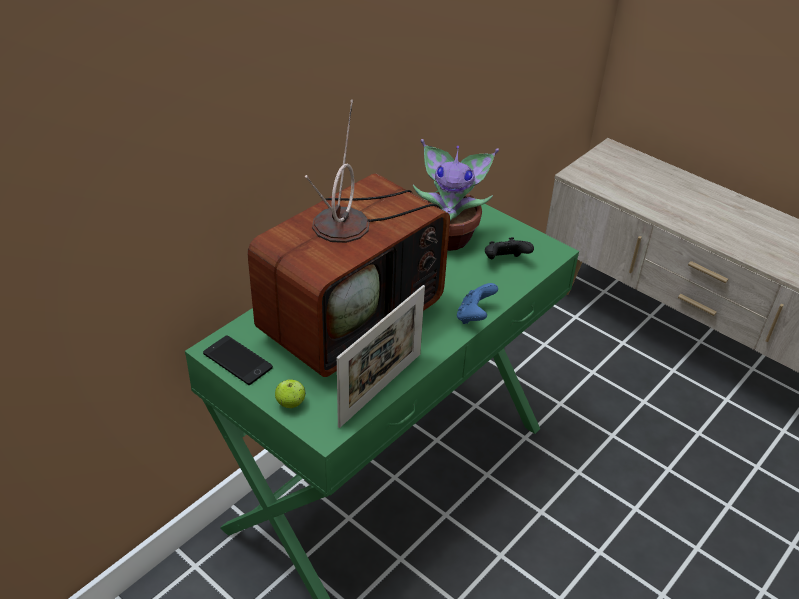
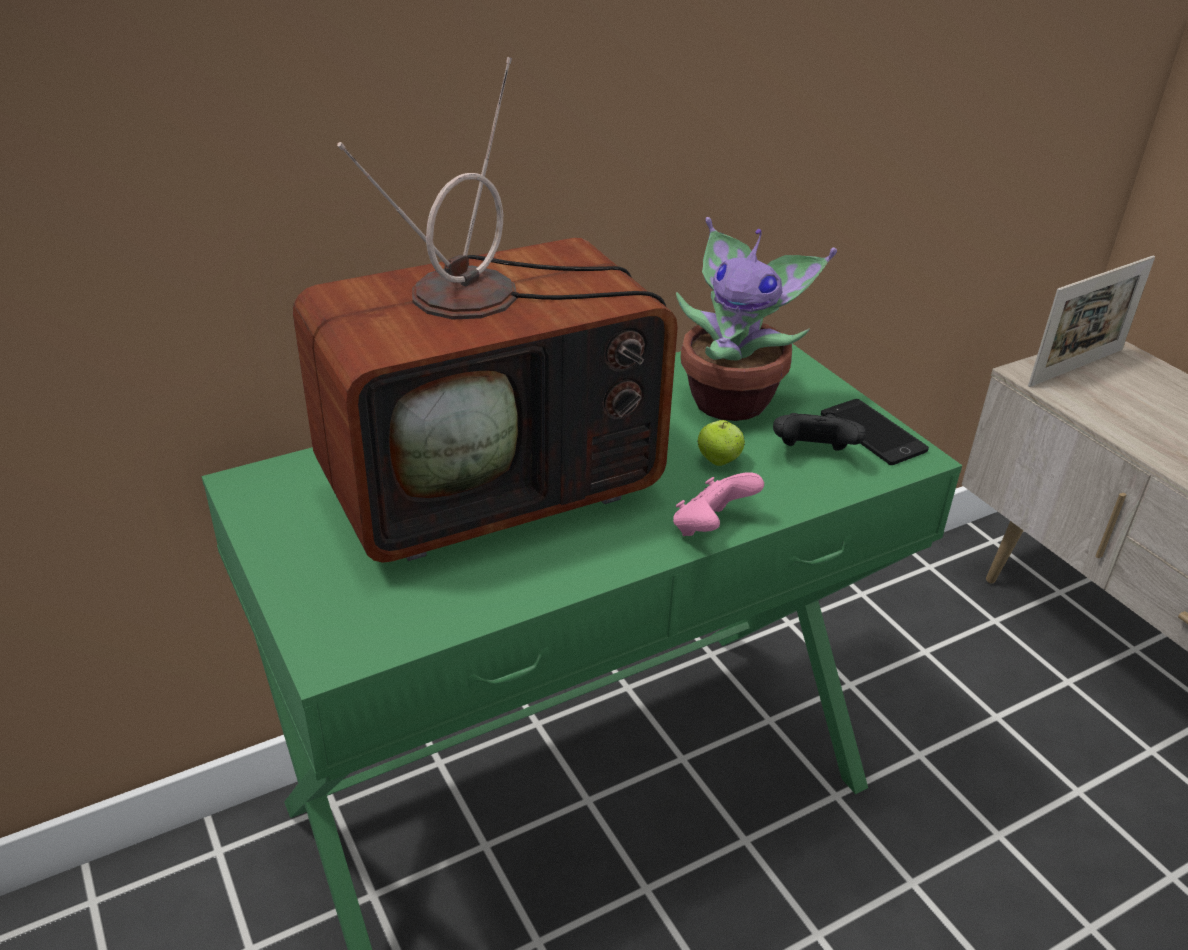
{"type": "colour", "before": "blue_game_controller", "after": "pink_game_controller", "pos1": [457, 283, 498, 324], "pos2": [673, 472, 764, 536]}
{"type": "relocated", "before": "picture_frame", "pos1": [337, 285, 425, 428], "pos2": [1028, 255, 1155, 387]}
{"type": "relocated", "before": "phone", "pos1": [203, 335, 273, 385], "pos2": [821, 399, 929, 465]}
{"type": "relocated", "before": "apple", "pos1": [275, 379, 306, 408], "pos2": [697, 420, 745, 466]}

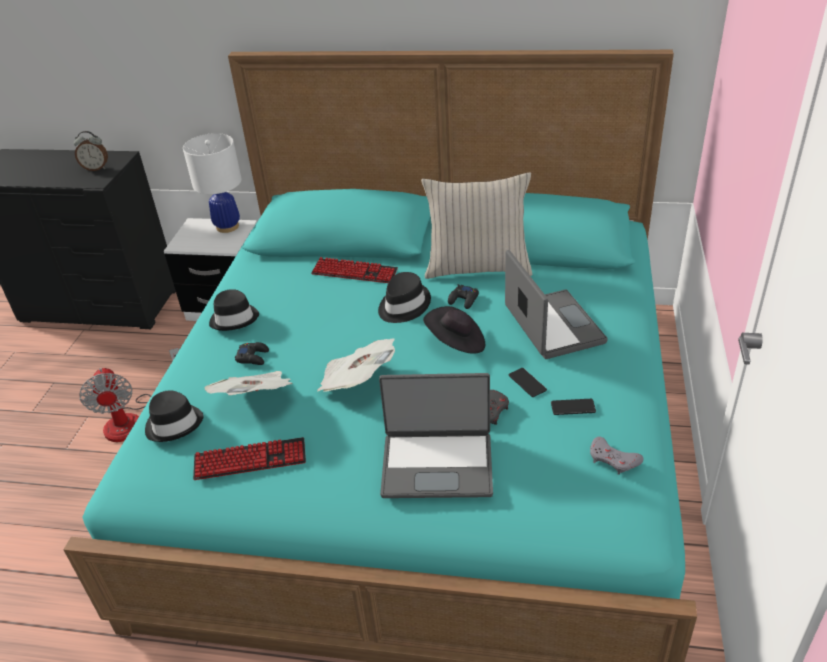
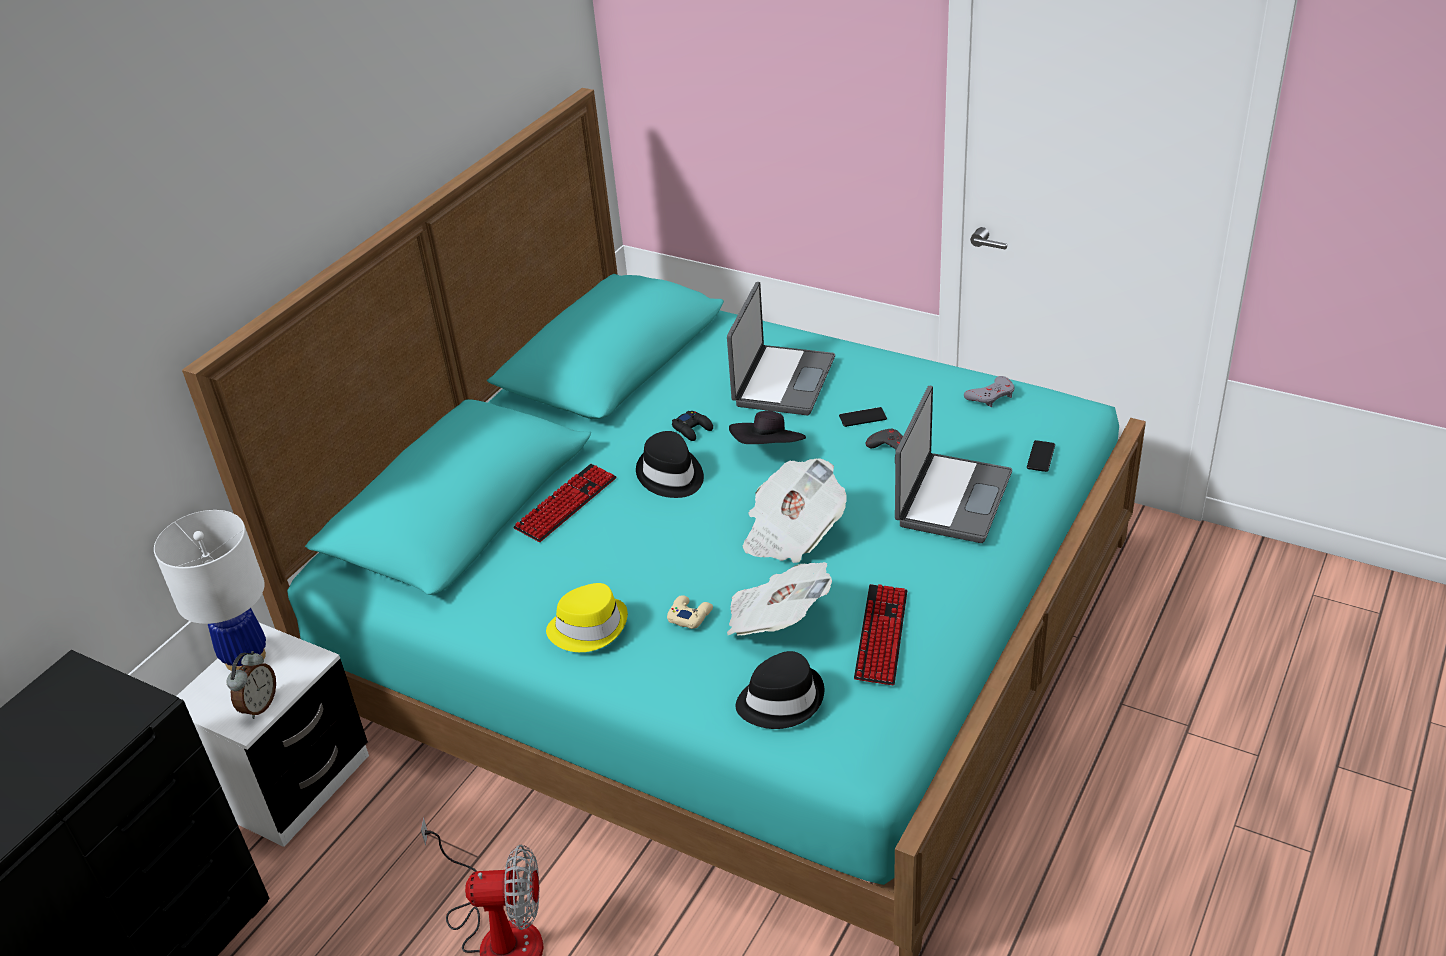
{"type": "relocated", "before": "alarm_clock", "pos1": [74, 131, 108, 171], "pos2": [227, 651, 276, 719]}
{"type": "missing", "before": "beige_pillow", "pos1": [421, 172, 532, 279]}
{"type": "spun", "before": "laptop", "pos1": [505, 250, 608, 359], "pos2": [727, 282, 835, 415], "turn": 105}
{"type": "colour", "before": "black_hat", "after": "yellow_hat", "pos1": [209, 289, 259, 331], "pos2": [546, 583, 628, 652]}
{"type": "colour", "before": "black_game_controller", "after": "beige_game_controller", "pos1": [235, 342, 269, 365], "pos2": [667, 595, 713, 629]}
{"type": "relocated", "before": "phone", "pos1": [551, 399, 596, 415], "pos2": [1027, 440, 1055, 472]}

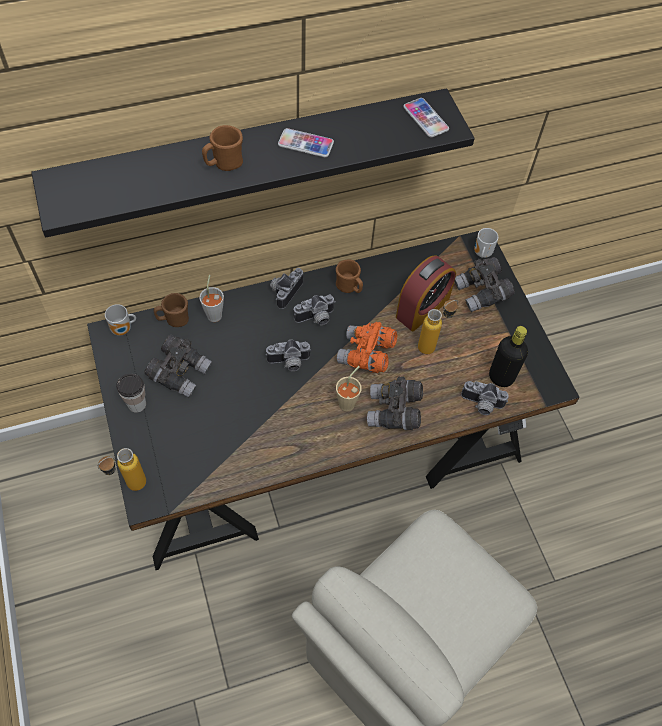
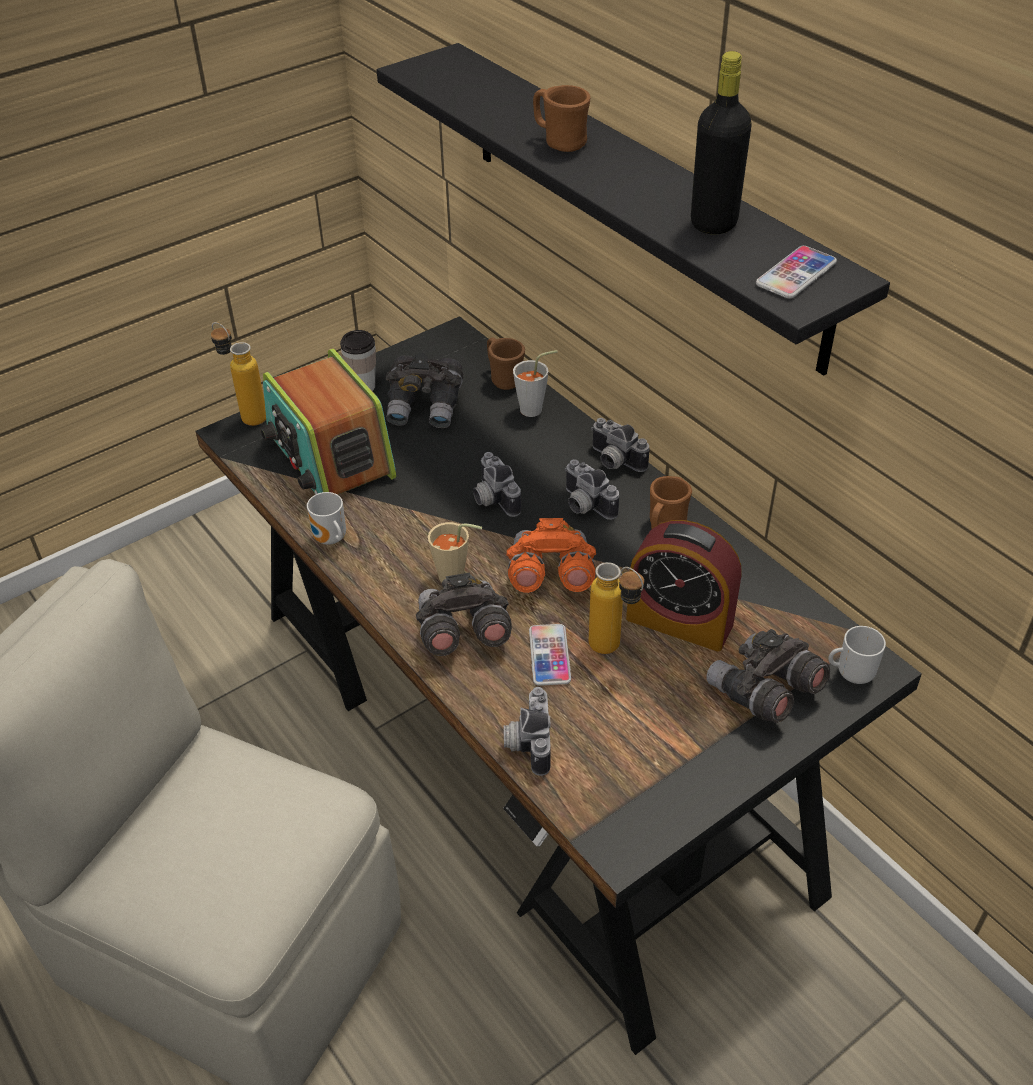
{"type": "relocated", "before": "phone", "pos1": [278, 128, 334, 157], "pos2": [529, 624, 571, 686]}
{"type": "spun", "before": "photo_camera", "pos1": [270, 268, 303, 309], "pos2": [591, 418, 650, 472], "turn": -150}
{"type": "relocated", "before": "mug", "pos1": [105, 304, 136, 336], "pos2": [307, 492, 346, 545]}
{"type": "relocated", "before": "black_bottle", "pos1": [489, 326, 528, 387], "pos2": [691, 51, 752, 234]}
{"type": "appeared", "after": "radio", "pos2": [260, 349, 396, 495]}

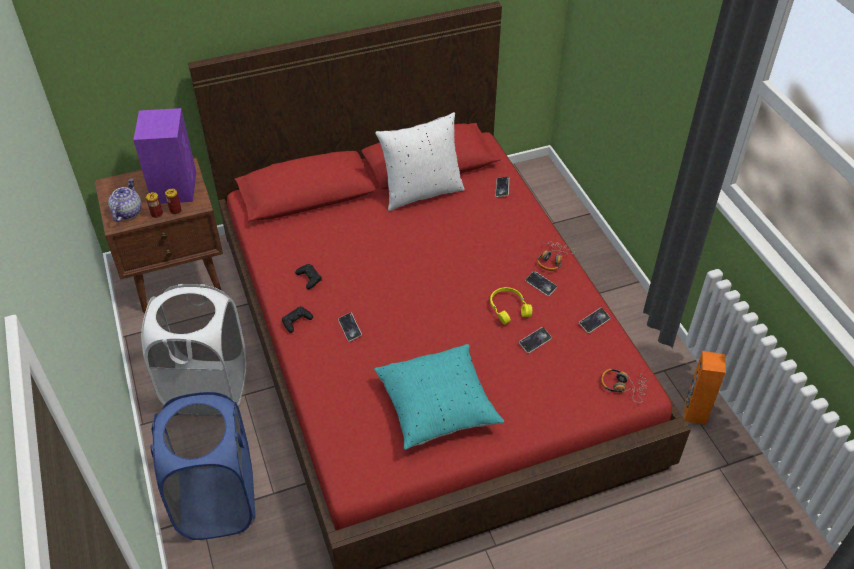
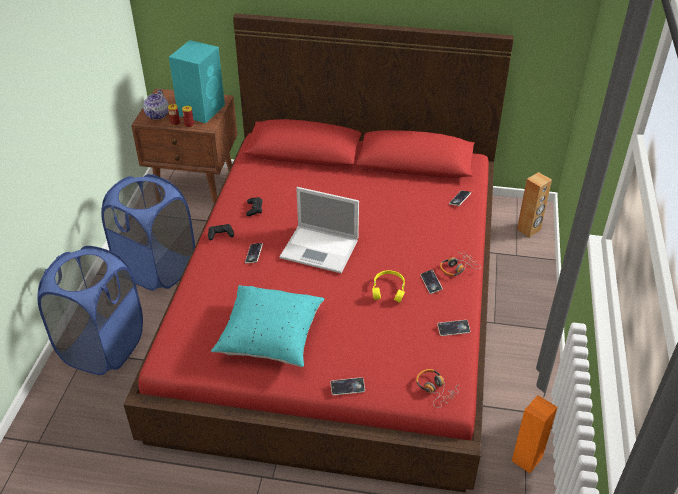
{"type": "colour", "before": "purple_speaker", "after": "turquoise_speaker", "pos1": [133, 108, 196, 204], "pos2": [169, 40, 225, 123]}
{"type": "missing", "before": "white_pillow", "pos1": [375, 112, 465, 211]}
{"type": "spun", "before": "teapot", "pos1": [108, 179, 142, 222], "pos2": [143, 89, 169, 119], "turn": 150}
{"type": "colour", "before": "white_laundry_basket", "after": "blue_laundry_basket", "pos1": [141, 284, 246, 406], "pos2": [101, 174, 195, 291]}
{"type": "relocated", "before": "phone", "pos1": [519, 327, 552, 353], "pos2": [330, 377, 365, 395]}
{"type": "appeared", "after": "brown_speaker", "pos2": [517, 172, 552, 238]}
{"type": "appeared", "after": "laptop", "pos2": [280, 187, 359, 273]}

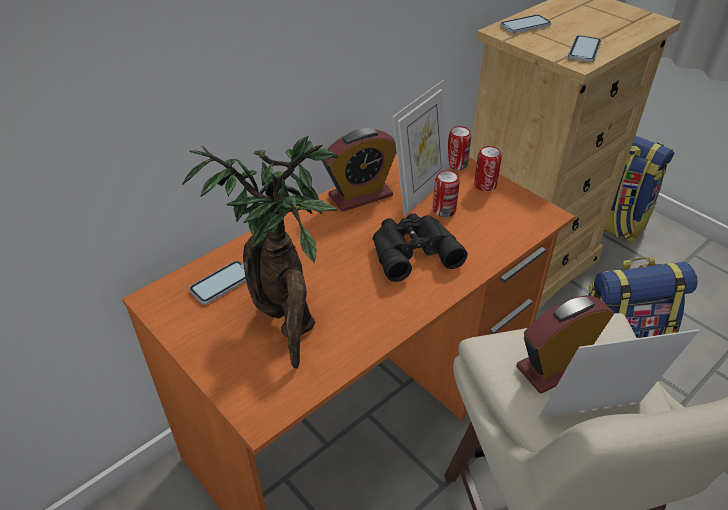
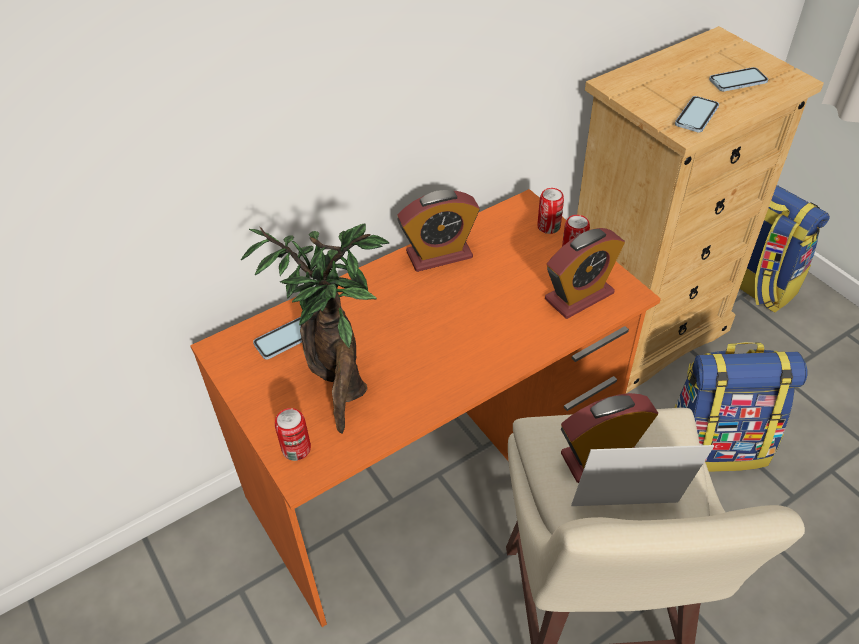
{"type": "relocated", "before": "phone", "pos1": [500, 15, 551, 33], "pos2": [709, 67, 768, 91]}
{"type": "missing", "before": "picture_frame", "pos1": [393, 80, 449, 216]}
{"type": "relocated", "before": "can", "pos1": [433, 170, 460, 217], "pos2": [275, 408, 311, 461]}
{"type": "missing", "before": "black_binoculars", "pos1": [372, 213, 468, 282]}
{"type": "appeared", "after": "alarm_clock", "pos2": [545, 228, 625, 319]}

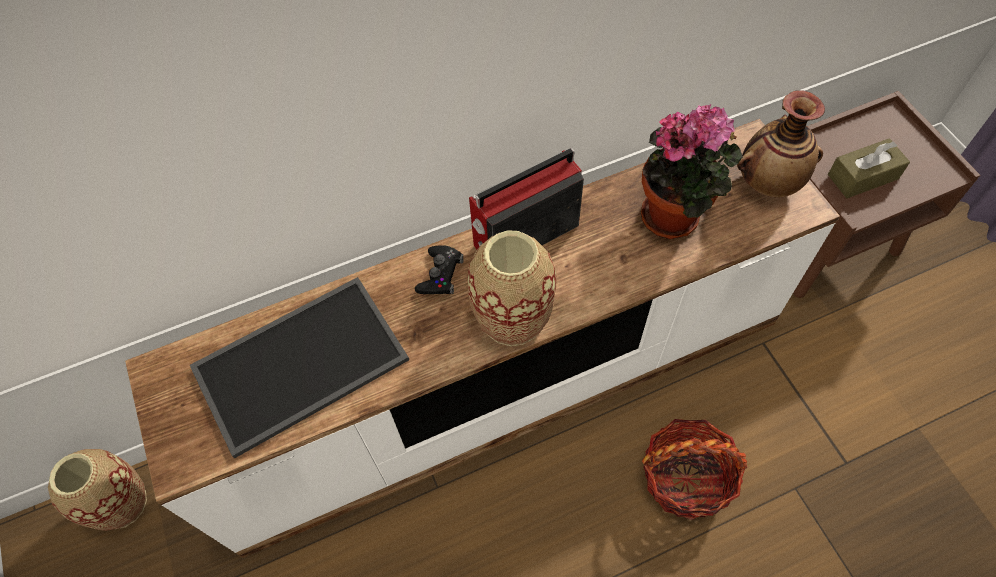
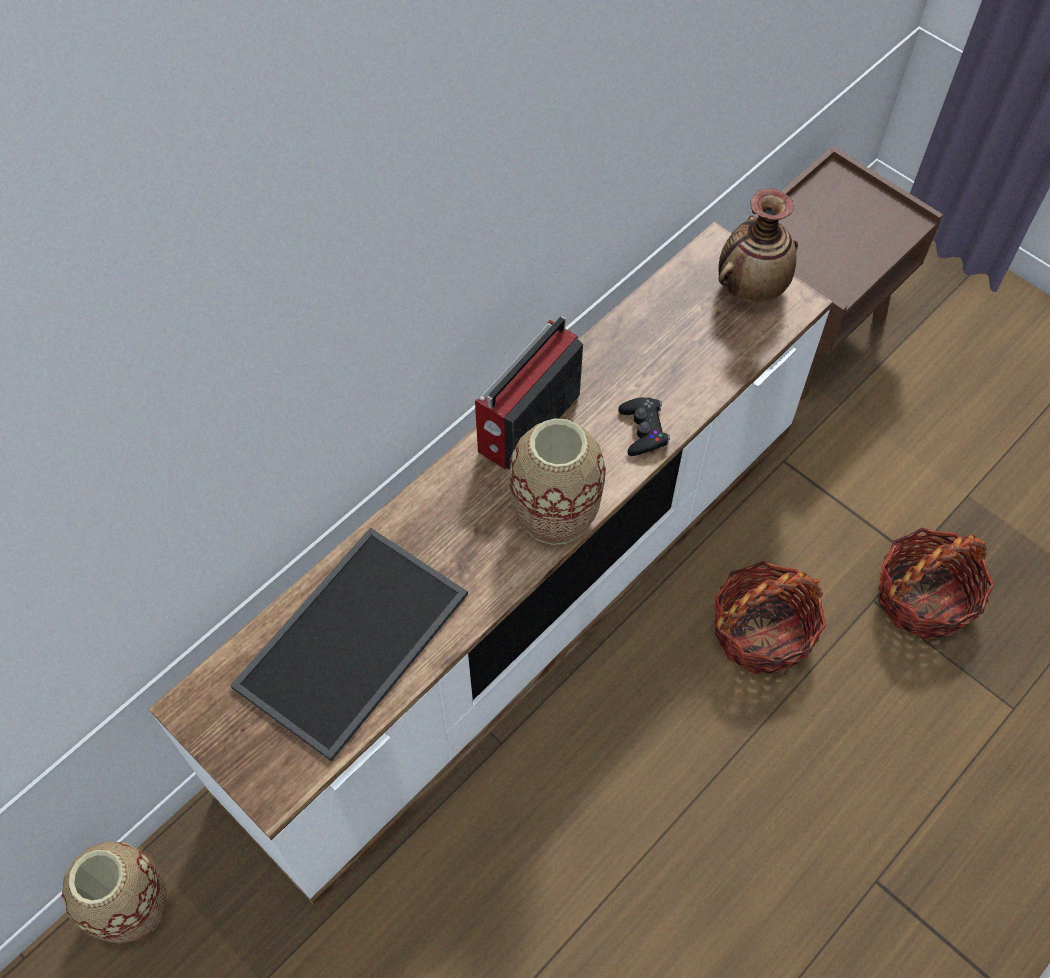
{"type": "missing", "before": "potted_plant", "pos1": [641, 104, 743, 239]}
{"type": "missing", "before": "brown_tissue_box", "pos1": [828, 138, 910, 198]}
{"type": "relocated", "before": "black_game_controller", "pos1": [415, 245, 464, 294], "pos2": [618, 397, 670, 456]}
{"type": "appeared", "after": "basket", "pos2": [878, 528, 994, 640]}

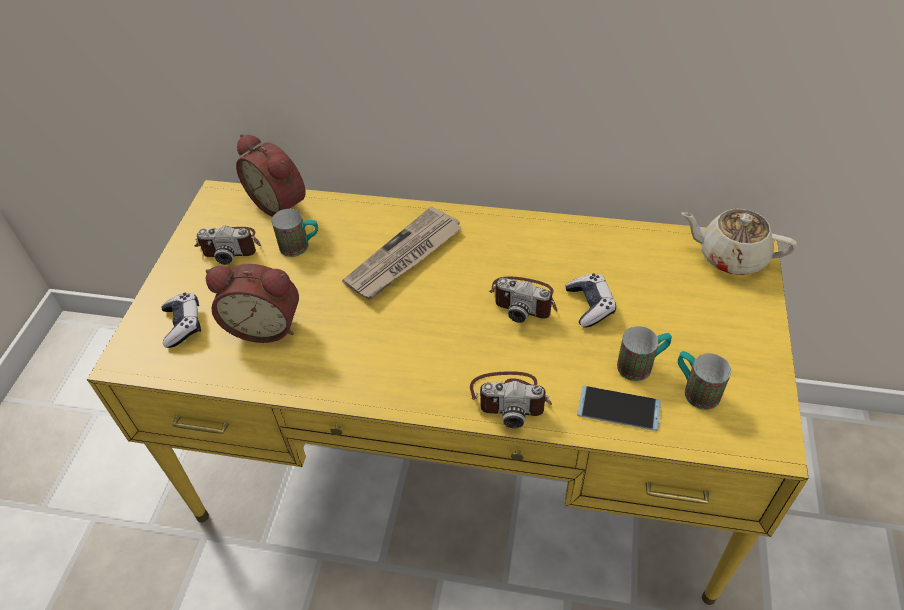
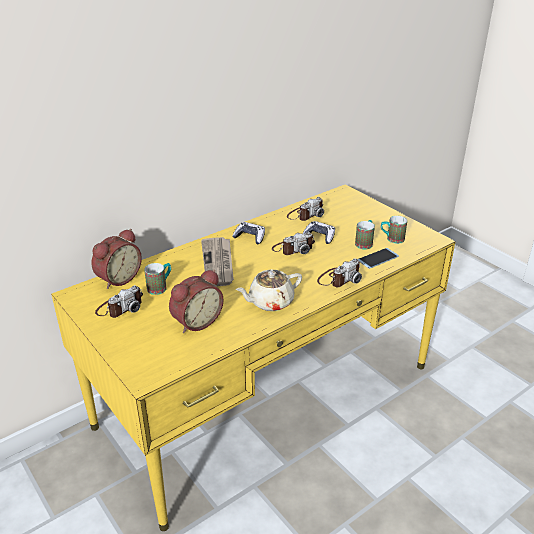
{"type": "spun", "before": "alarm_clock", "pos1": [236, 134, 306, 217], "pos2": [92, 229, 142, 289], "turn": -45}
{"type": "relocated", "before": "beige_teapot", "pos1": [681, 208, 797, 275], "pos2": [236, 269, 302, 311]}
{"type": "relocated", "before": "game_controller", "pos1": [161, 293, 201, 348], "pos2": [232, 222, 265, 244]}
{"type": "appeared", "after": "photo_camera", "pos2": [287, 197, 324, 221]}

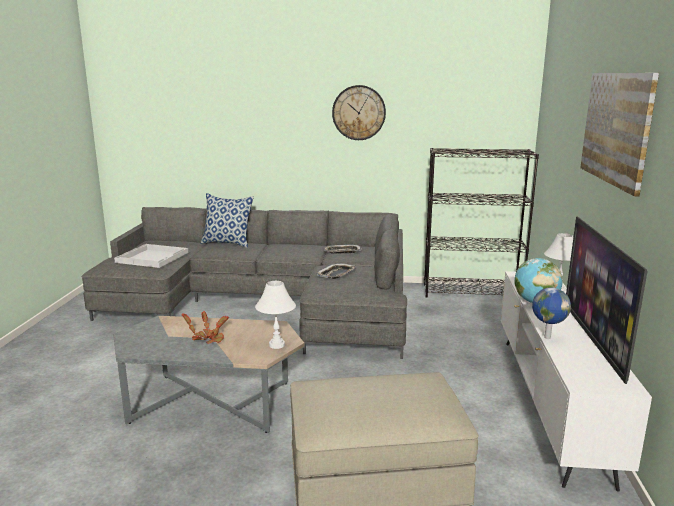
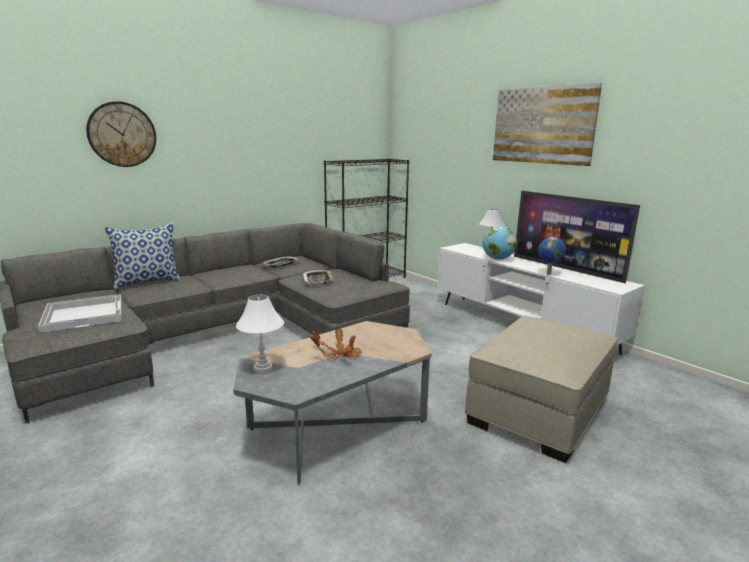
{"type": "relocated", "before": "wall_clock", "pos1": [332, 85, 386, 140], "pos2": [86, 101, 156, 167]}
{"type": "relocated", "before": "white_table_lamp", "pos1": [255, 281, 296, 349], "pos2": [236, 295, 284, 373]}

